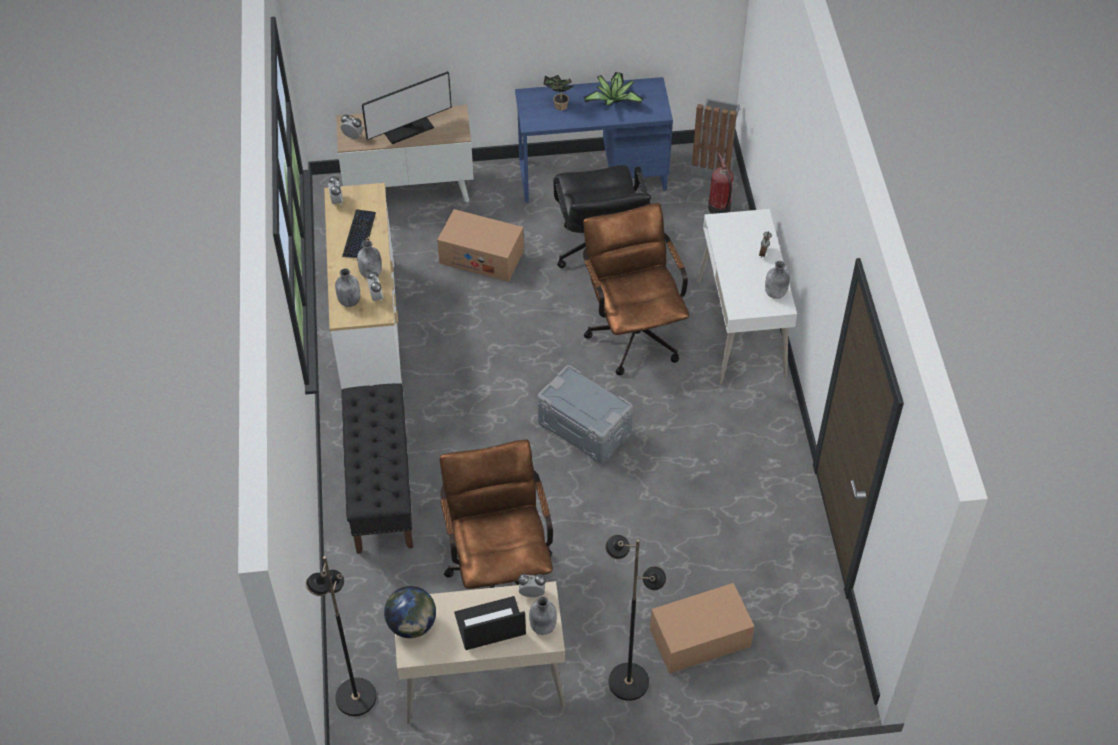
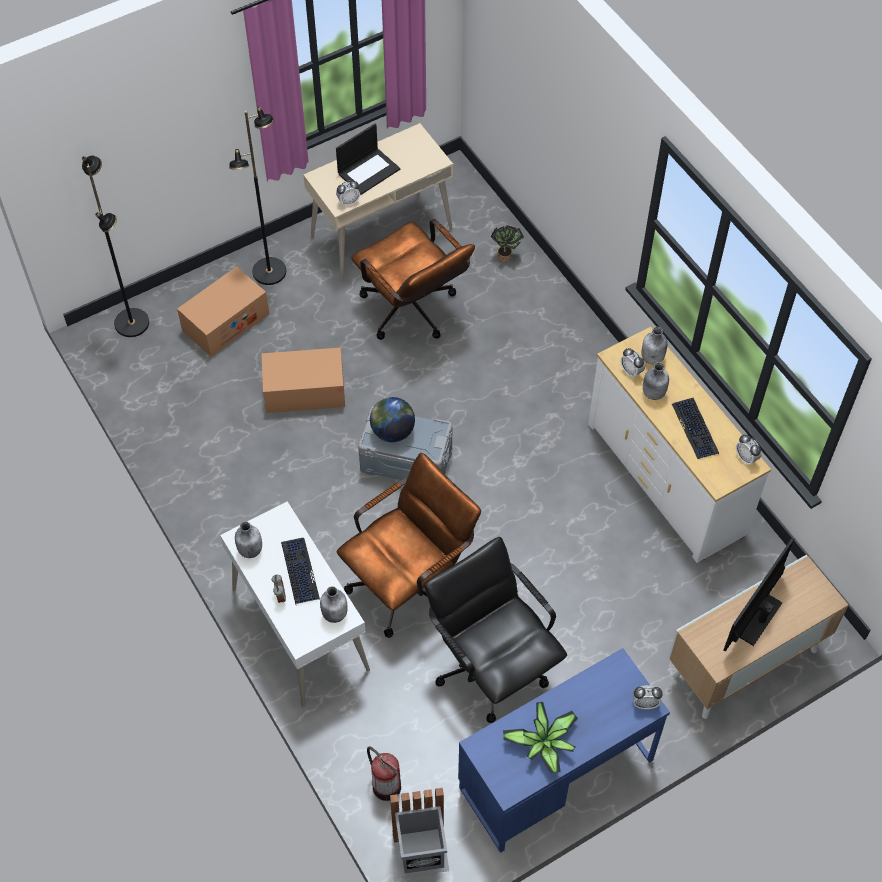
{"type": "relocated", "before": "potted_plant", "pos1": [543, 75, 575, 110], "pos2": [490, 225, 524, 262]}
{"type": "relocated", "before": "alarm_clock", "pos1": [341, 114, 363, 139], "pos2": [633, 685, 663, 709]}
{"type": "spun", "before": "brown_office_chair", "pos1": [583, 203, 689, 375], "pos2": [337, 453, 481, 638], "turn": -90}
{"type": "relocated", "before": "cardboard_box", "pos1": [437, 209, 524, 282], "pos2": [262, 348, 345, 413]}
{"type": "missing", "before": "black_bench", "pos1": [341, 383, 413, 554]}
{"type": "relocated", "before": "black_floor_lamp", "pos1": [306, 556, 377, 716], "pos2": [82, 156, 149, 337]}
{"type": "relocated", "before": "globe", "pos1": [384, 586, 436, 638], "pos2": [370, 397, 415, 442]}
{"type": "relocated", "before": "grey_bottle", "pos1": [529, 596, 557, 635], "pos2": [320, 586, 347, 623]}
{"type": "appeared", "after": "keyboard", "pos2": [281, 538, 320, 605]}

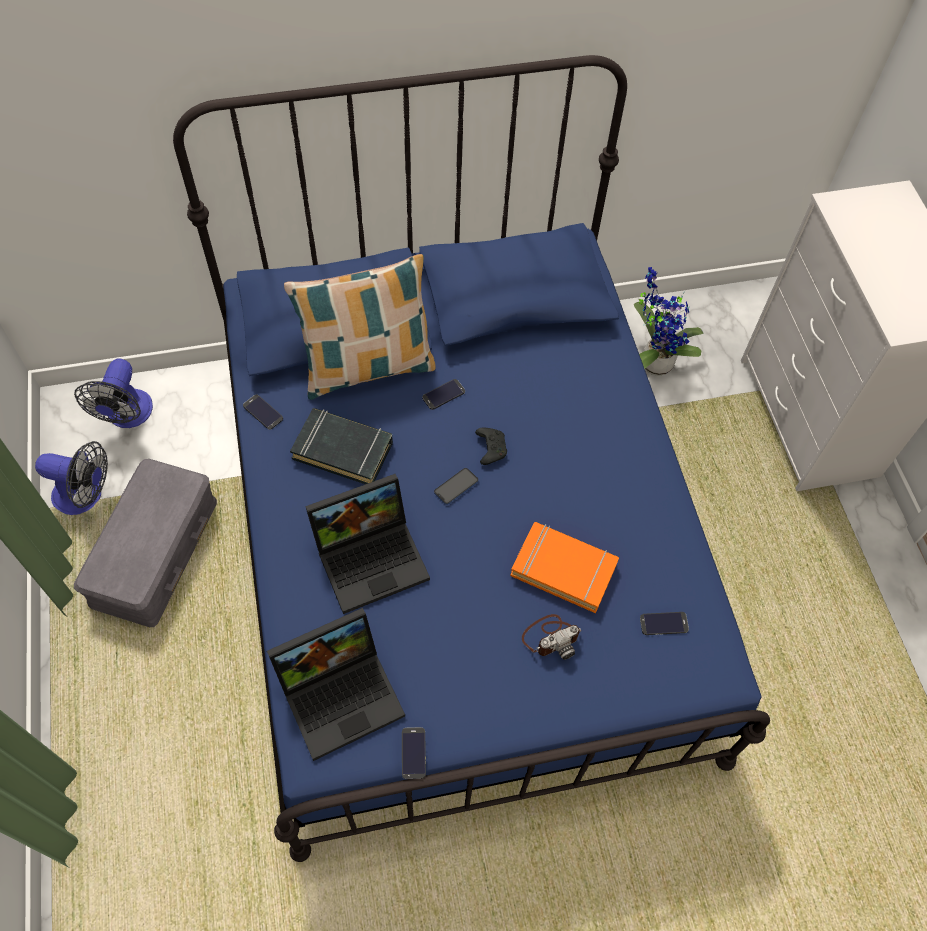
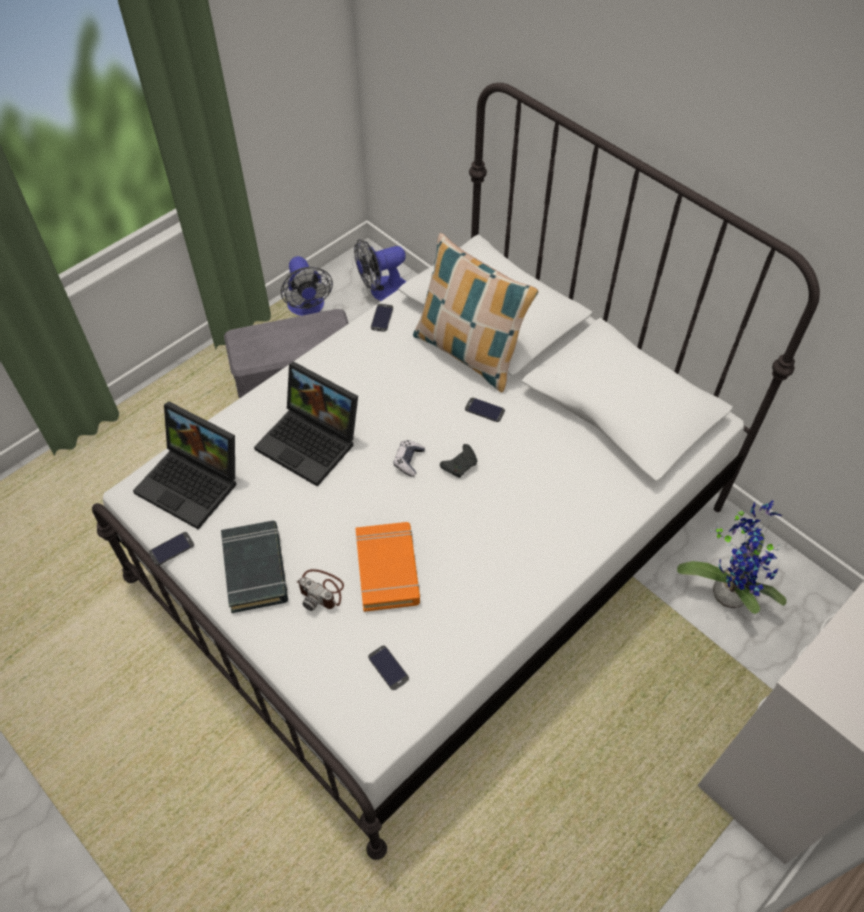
{"type": "colour", "before": "blue_bed", "after": "white_bed", "pos1": [173, 55, 770, 862], "pos2": [92, 83, 820, 860]}
{"type": "relocated", "before": "black_book", "pos1": [290, 408, 393, 484], "pos2": [221, 521, 288, 613]}
{"type": "exchanged", "before": "phone", "after": "game_controller", "pos1": [434, 468, 479, 505], "pos2": [393, 440, 425, 477]}

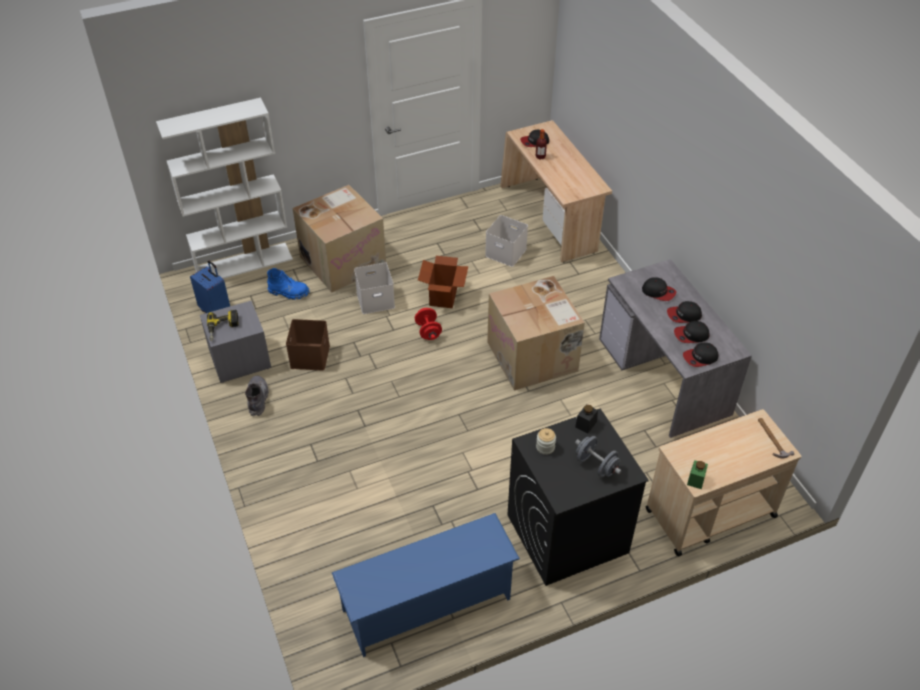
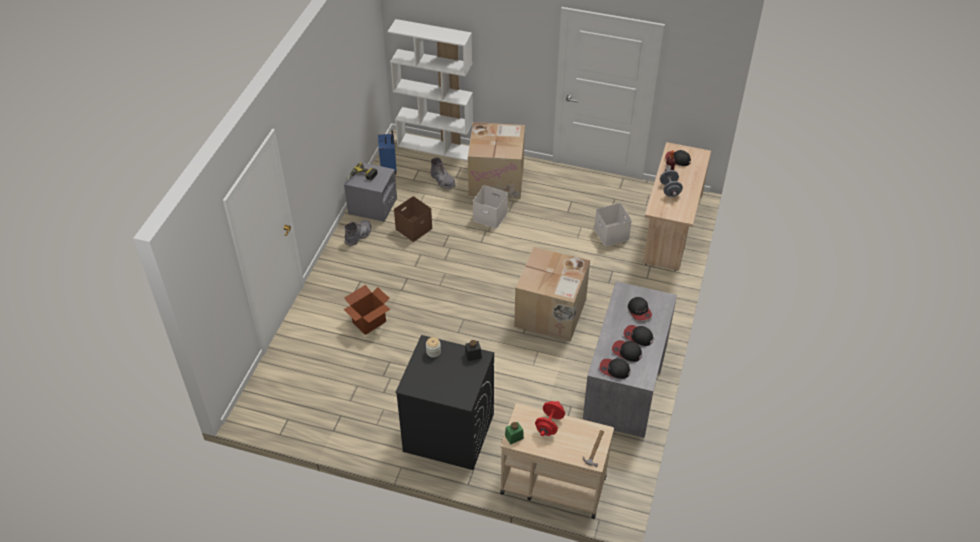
{"type": "relocated", "before": "cardboard_box", "pos1": [418, 256, 468, 308], "pos2": [344, 285, 390, 335]}
{"type": "colour", "before": "blue_boot", "after": "grey_boot", "pos1": [267, 268, 309, 300], "pos2": [430, 158, 455, 189]}
{"type": "relocated", "before": "red_dumbbell", "pos1": [415, 308, 442, 340], "pos2": [535, 401, 565, 436]}
{"type": "relocated", "before": "grey_dumbbell", "pos1": [575, 436, 622, 477], "pos2": [660, 170, 683, 197]}
{"type": "missing", "before": "blue_shoe_rack", "pos1": [332, 513, 520, 657]}

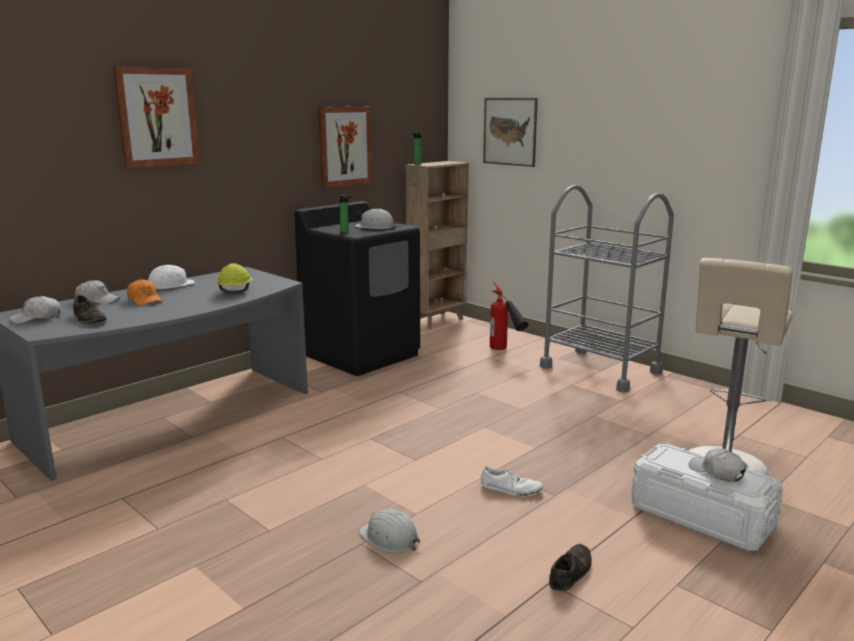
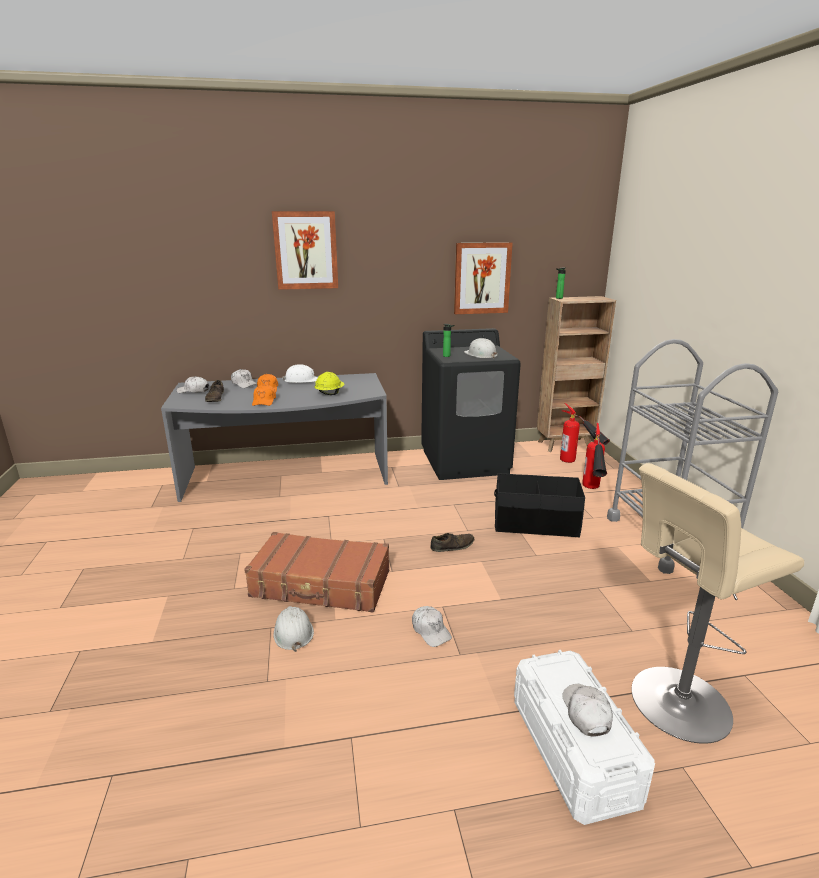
{"type": "missing", "before": "picture", "pos1": [483, 98, 538, 167]}
{"type": "exchanged", "before": "white_shoe", "after": "white_cap", "pos1": [481, 466, 543, 497], "pos2": [412, 606, 452, 647]}
{"type": "relocated", "before": "brown_shoe", "pos1": [549, 544, 592, 591], "pos2": [430, 533, 474, 552]}
{"type": "appeared", "after": "orange_cap", "pos2": [252, 384, 276, 406]}
{"type": "appeared", "after": "fire_extinguisher", "pos2": [560, 403, 610, 463]}
{"type": "appeared", "after": "black_storage_box", "pos2": [494, 473, 585, 538]}
{"type": "appeared", "after": "brown_suitcase", "pos2": [244, 532, 389, 613]}

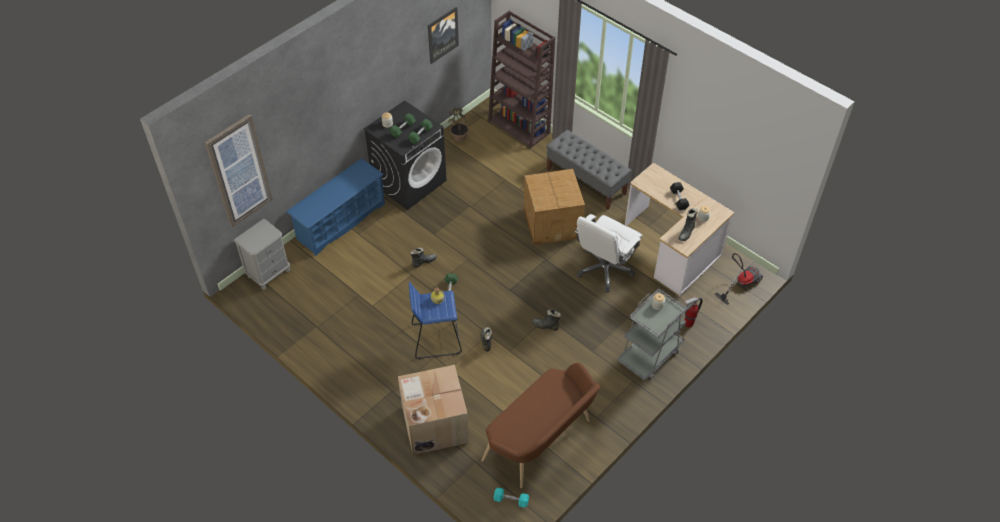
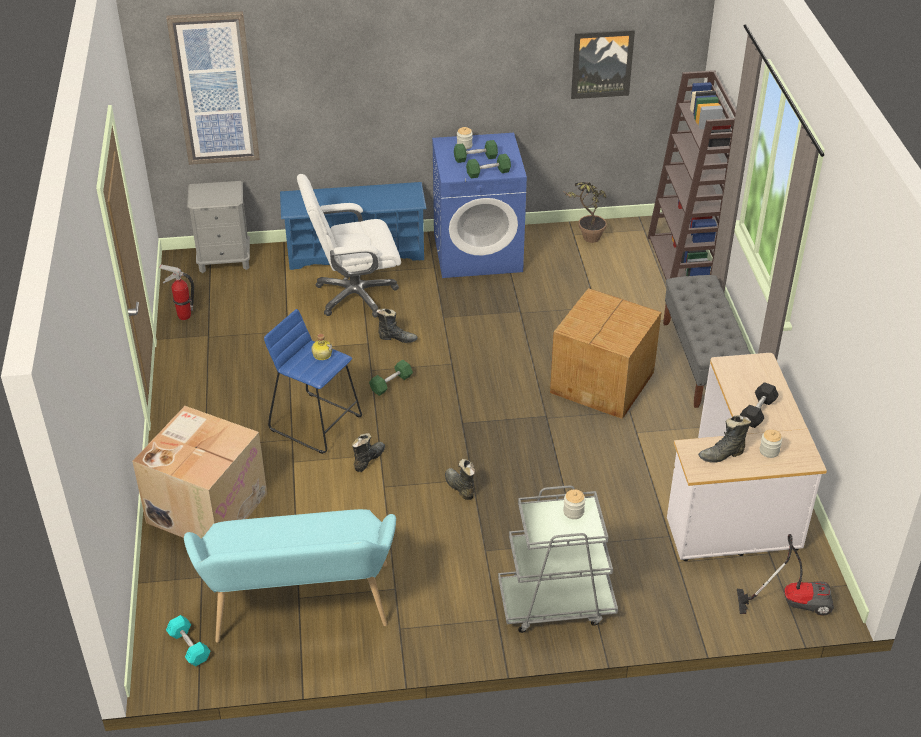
{"type": "colour", "before": "black_washing_machine", "after": "blue_washing_machine", "pos1": [364, 100, 447, 210], "pos2": [432, 133, 527, 278]}
{"type": "relocated", "before": "white_office_chair", "pos1": [575, 214, 642, 292], "pos2": [297, 174, 401, 318]}
{"type": "relocated", "before": "fire_extinguisher", "pos1": [684, 297, 702, 327], "pos2": [159, 264, 194, 320]}
{"type": "colour", "before": "brown_bench", "after": "turquoise_bench", "pos1": [481, 363, 600, 488], "pos2": [184, 509, 396, 643]}

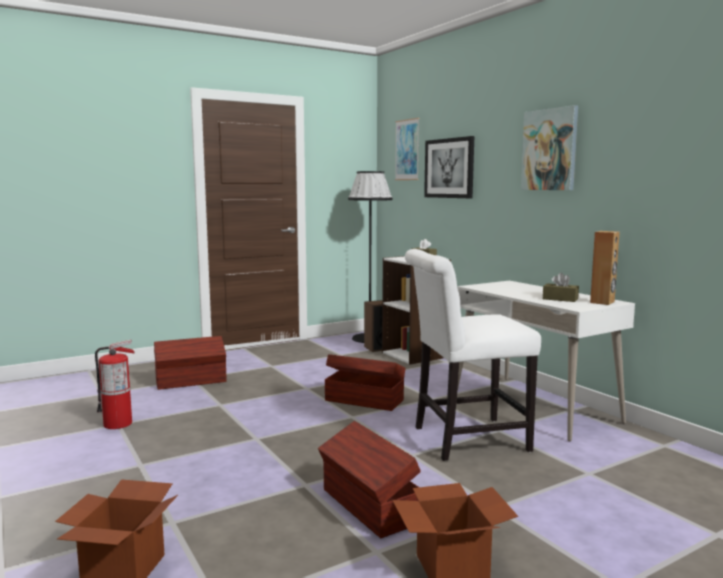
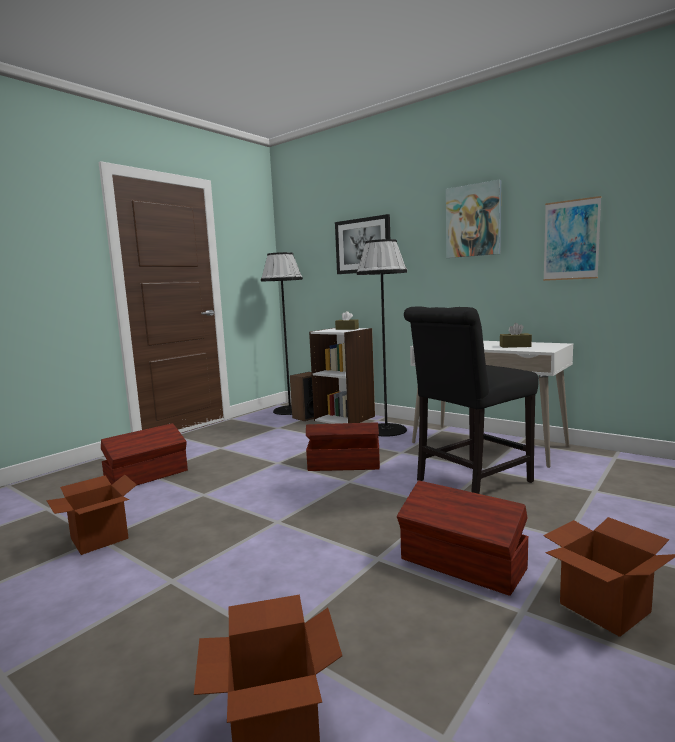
{"type": "relocated", "before": "picture", "pos1": [395, 118, 419, 180], "pos2": [543, 196, 601, 281]}
{"type": "missing", "before": "brown_speaker", "pos1": [590, 231, 620, 305]}
{"type": "colour", "before": "white_chair", "after": "black_chair", "pos1": [405, 249, 541, 461], "pos2": [404, 307, 539, 494]}
{"type": "exchanged", "before": "fire_extinguisher", "after": "cardboard_box", "pos1": [95, 340, 135, 429], "pos2": [46, 475, 137, 555]}
{"type": "appeared", "after": "black_floor_lamp", "pos2": [357, 239, 407, 437]}

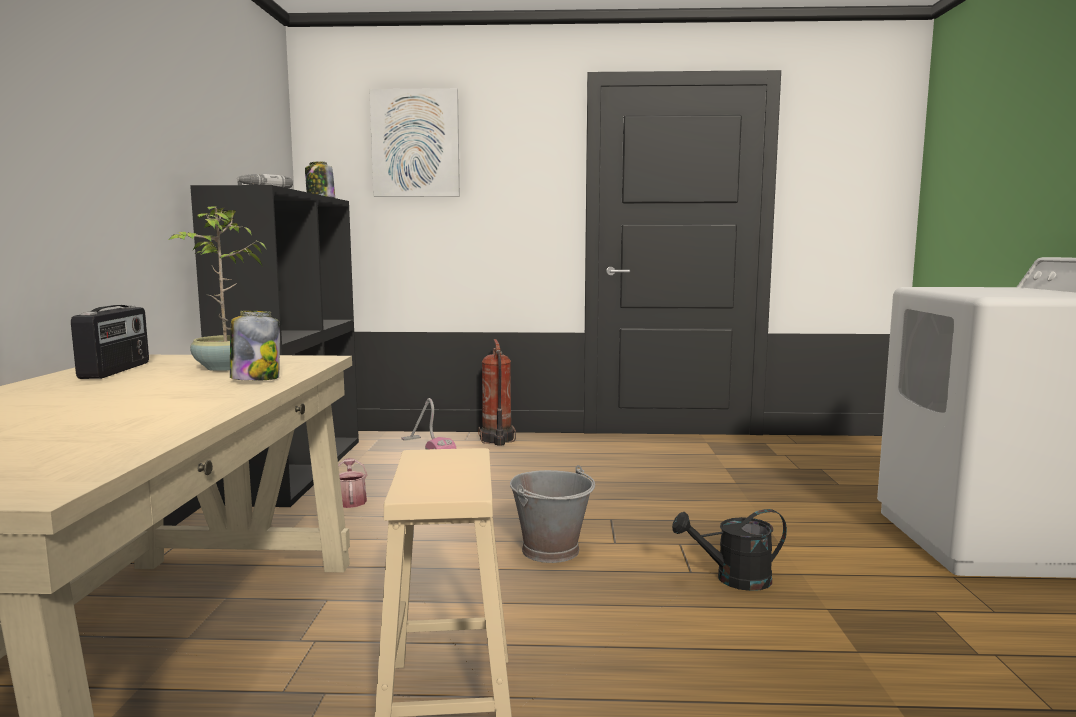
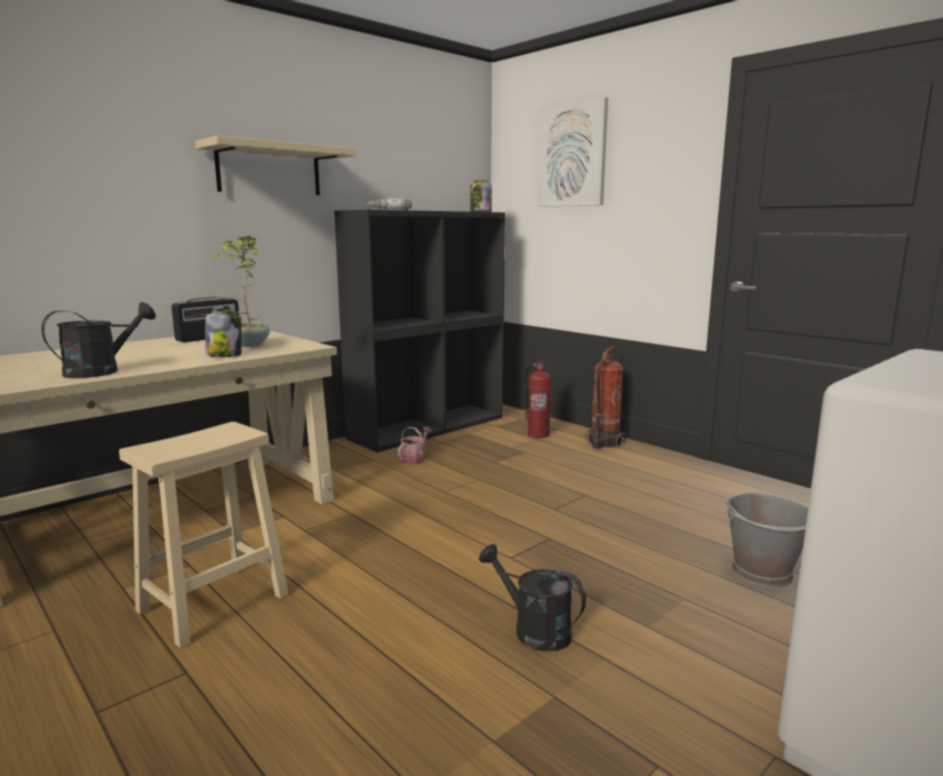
{"type": "exchanged", "before": "vacuum_cleaner", "after": "fire_extinguisher", "pos1": [401, 398, 456, 449], "pos2": [524, 359, 555, 438]}
{"type": "relocated", "before": "grey_bucket", "pos1": [510, 465, 595, 563], "pos2": [725, 492, 808, 588]}
{"type": "appeared", "after": "beige_shelf", "pos2": [195, 136, 357, 195]}
{"type": "appeared", "after": "black_watering_can", "pos2": [41, 302, 156, 378]}

